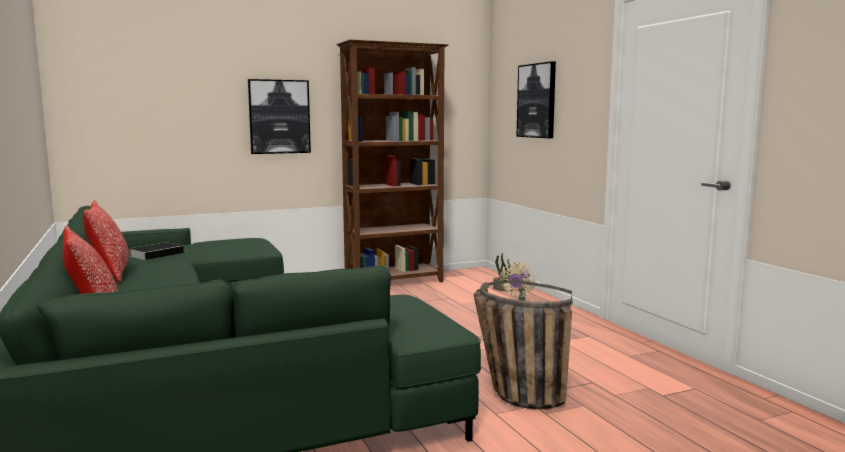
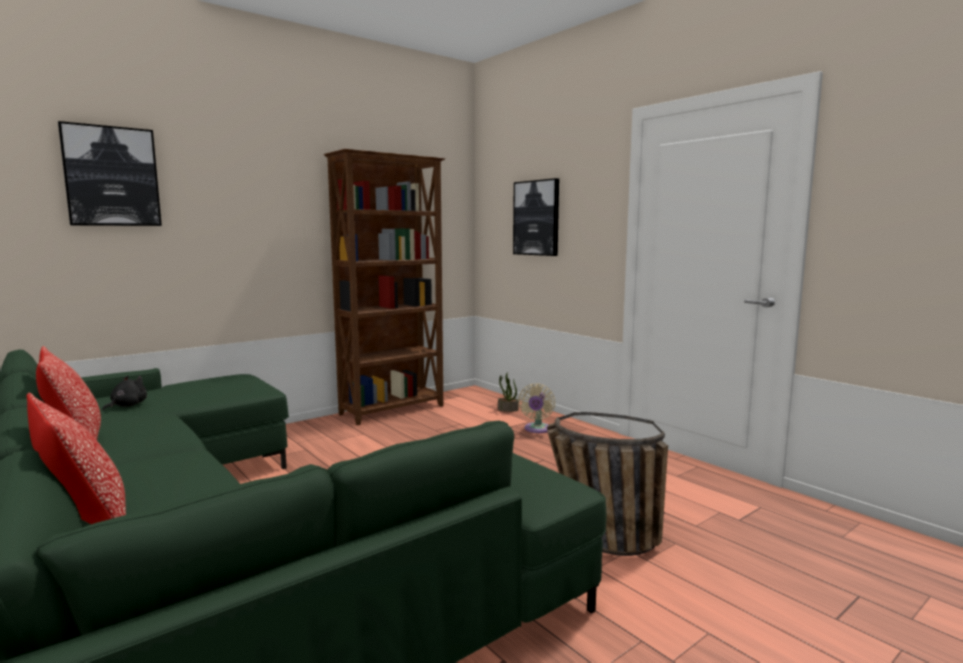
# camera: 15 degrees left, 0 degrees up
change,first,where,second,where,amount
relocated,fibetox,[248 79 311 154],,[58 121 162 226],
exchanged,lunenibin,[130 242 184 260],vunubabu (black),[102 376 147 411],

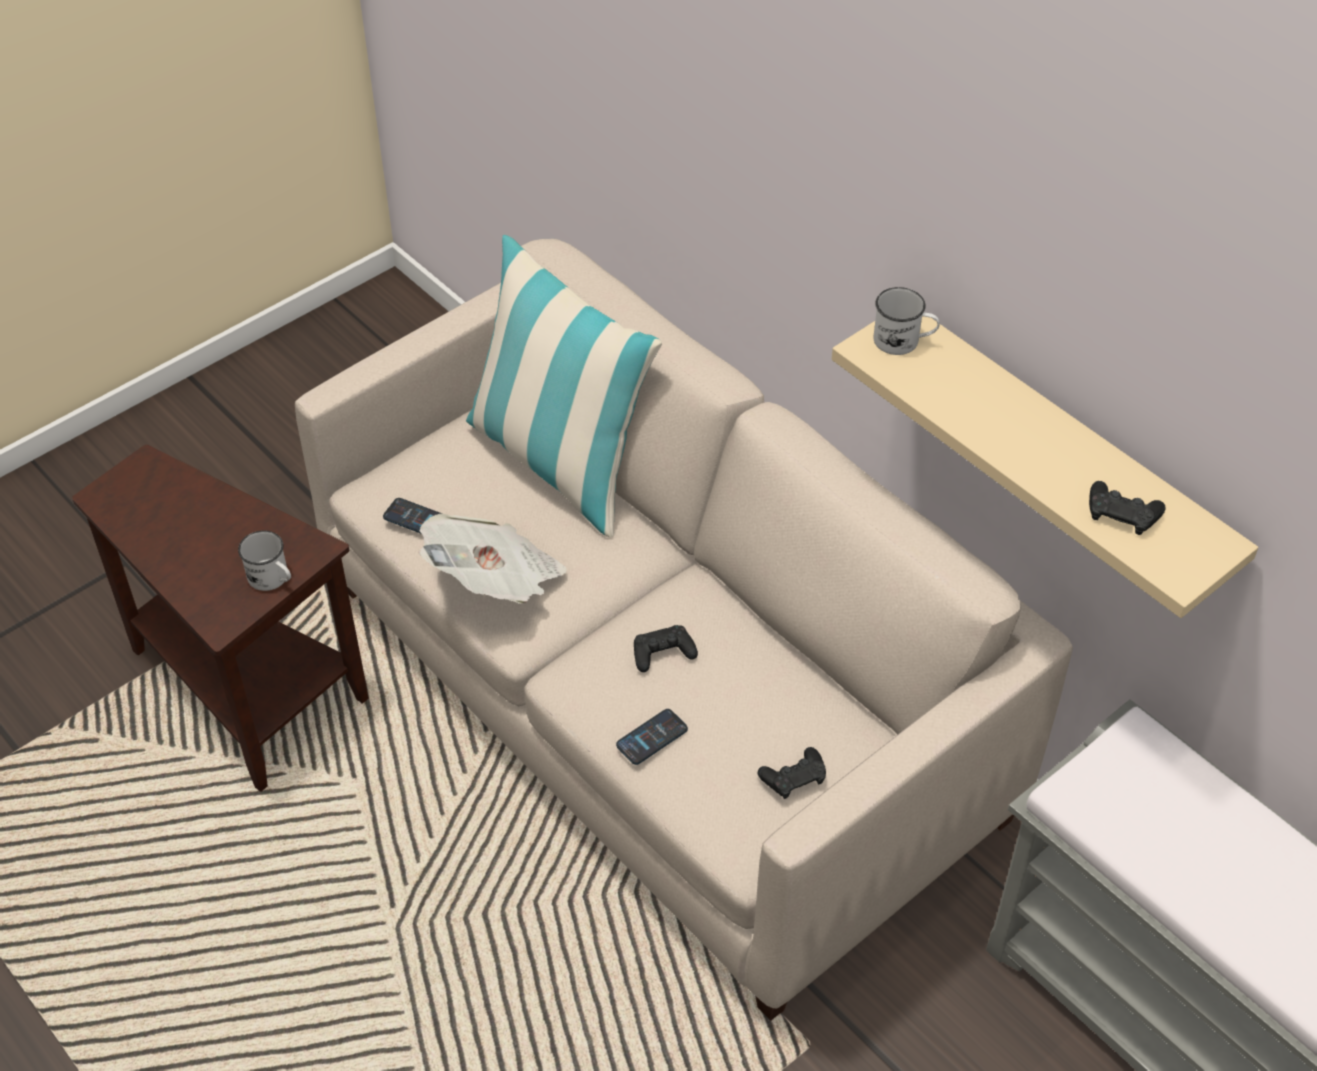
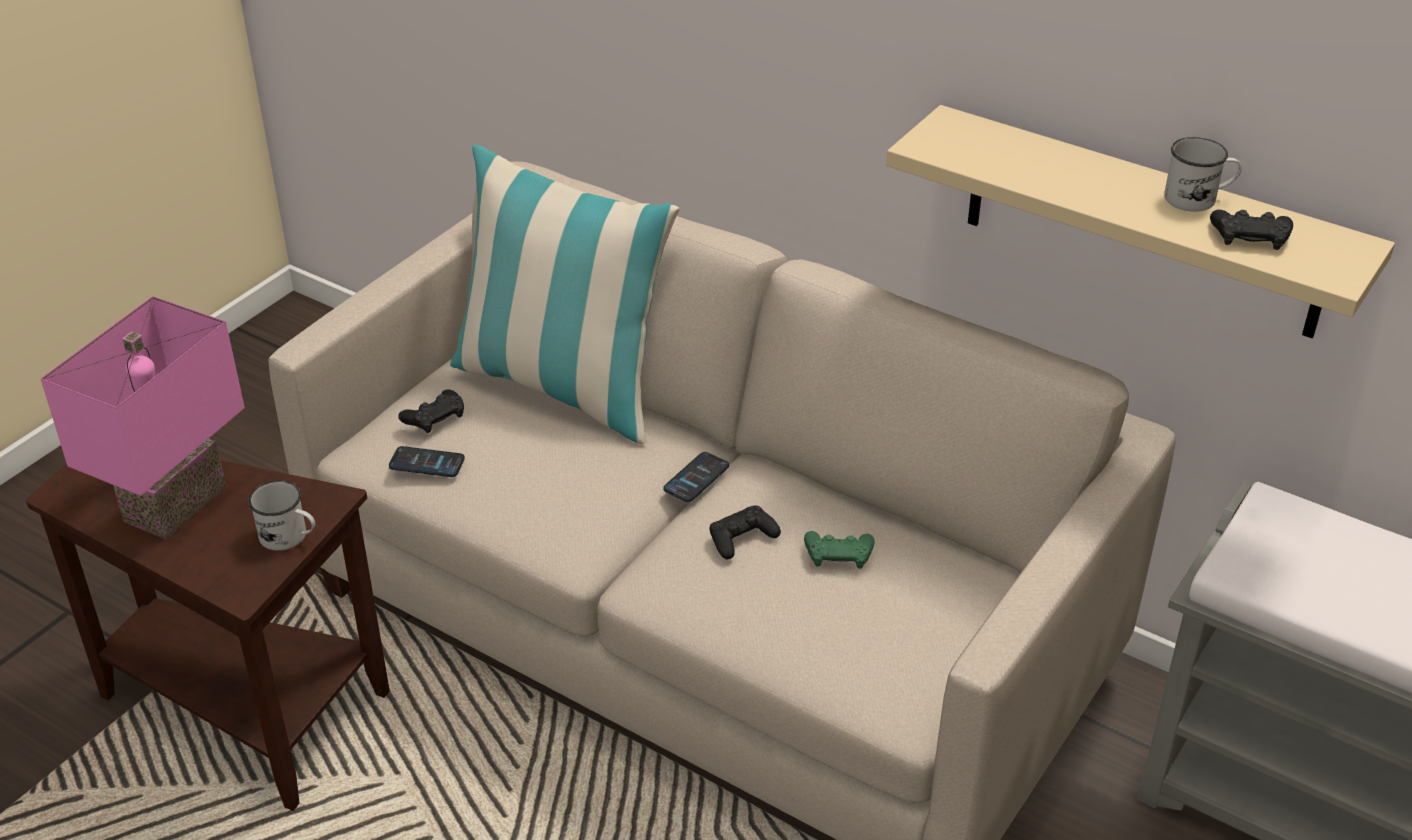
# camera: 15 degrees left, 10 degrees down
change,first,where,second,where,amount
missing,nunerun,[418 514 567 603],,,
appeared,,,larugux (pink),[40 296 245 540],
appeared,,,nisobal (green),[804 531 875 569],
relocated,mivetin,[616 709 688 765],,[664 452 729 502],
relocated,nisobal (black),[758 747 826 799],,[398 389 464 433],
relocated,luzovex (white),[874 287 940 355],,[1164 137 1242 211],

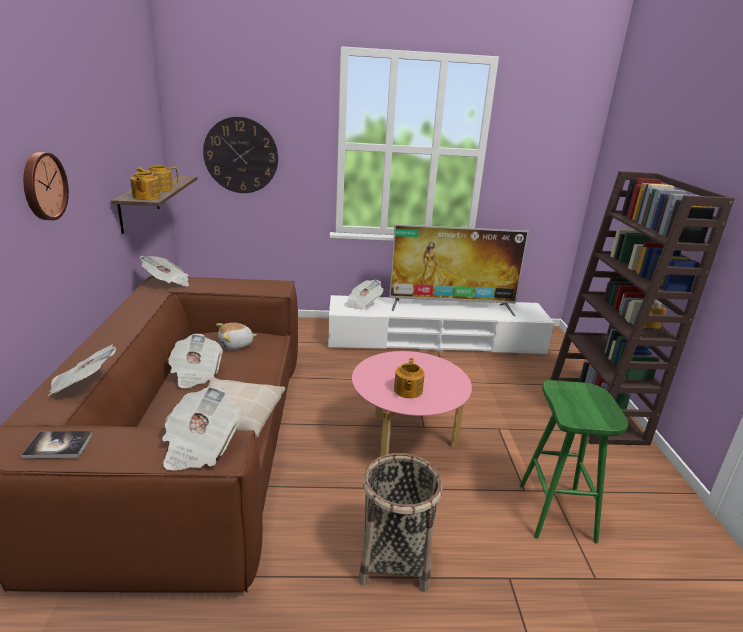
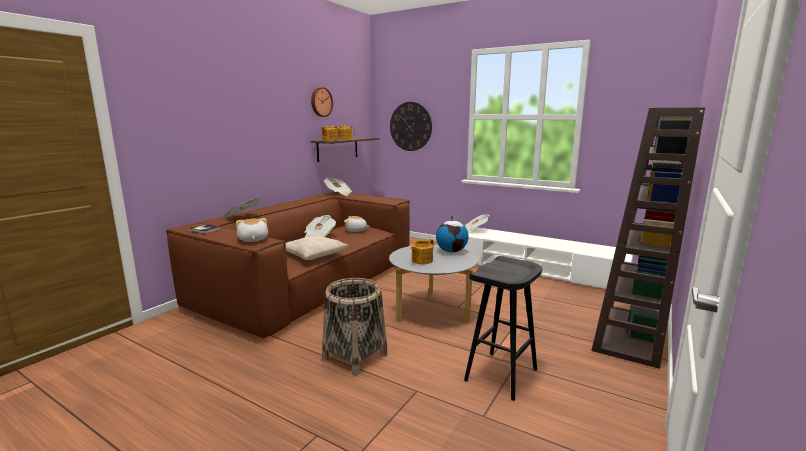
# camera: 35 degrees right, 10 degrees down
change,first,where,second,where,amount
missing,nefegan,[389 224 529 316],,,
appeared,,,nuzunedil,[436 216 469 253],
relocated,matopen,[23 152 69 220],,[311 87 333 117],
exchanged,nunerun,[162 386 242 471],vunubabu,[236 218 268 242],
colour,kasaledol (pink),[352 351 472 457],kasaledol (grey),[389 244 478 323],
colour,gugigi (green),[519 380 628 543],gugigi (black),[464 256 542 401],

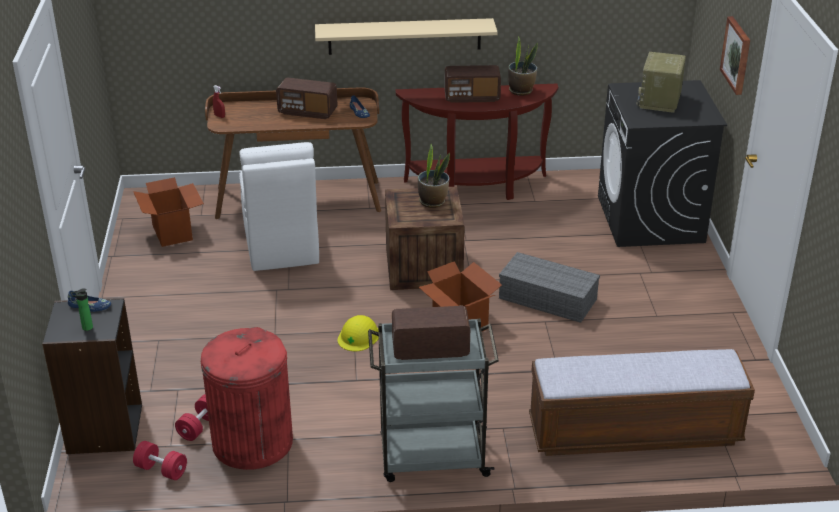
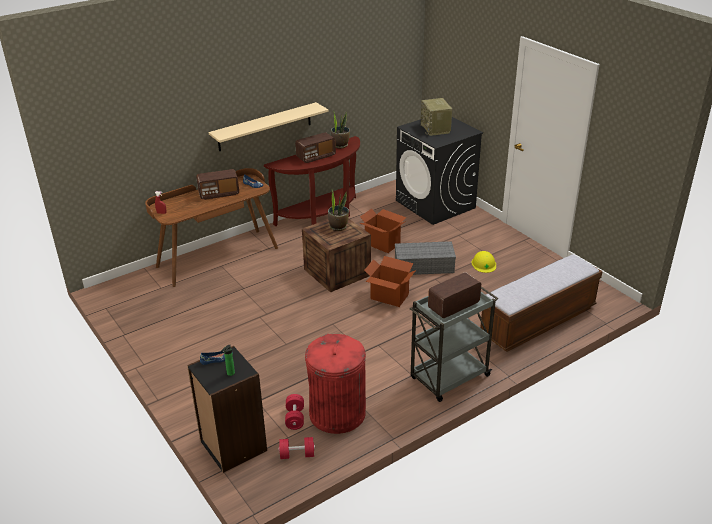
# camera: 30 degrees left, 0 degrees up
change,first,where,second,where,amount
missing,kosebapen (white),[239 142 319 271],,,
missing,fibetox,[720 16 750 95],,,
relocated,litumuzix,[133 177 204 247],,[359 209 406 253],
relocated,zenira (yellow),[338 315 379 351],,[471 251 496 273],

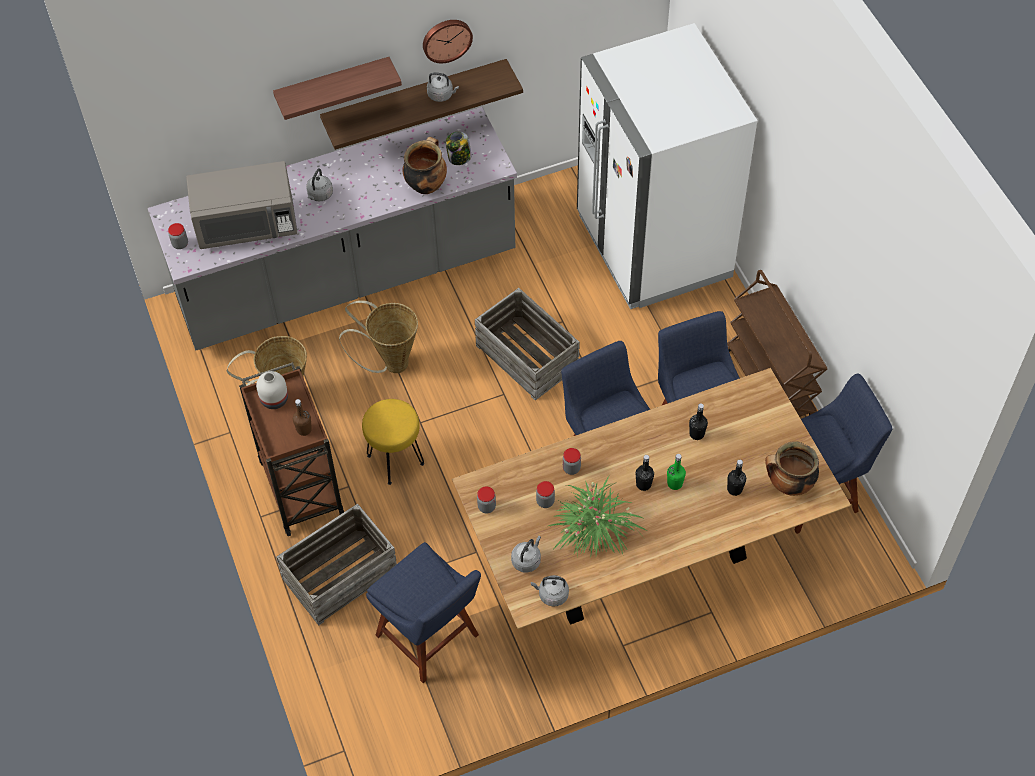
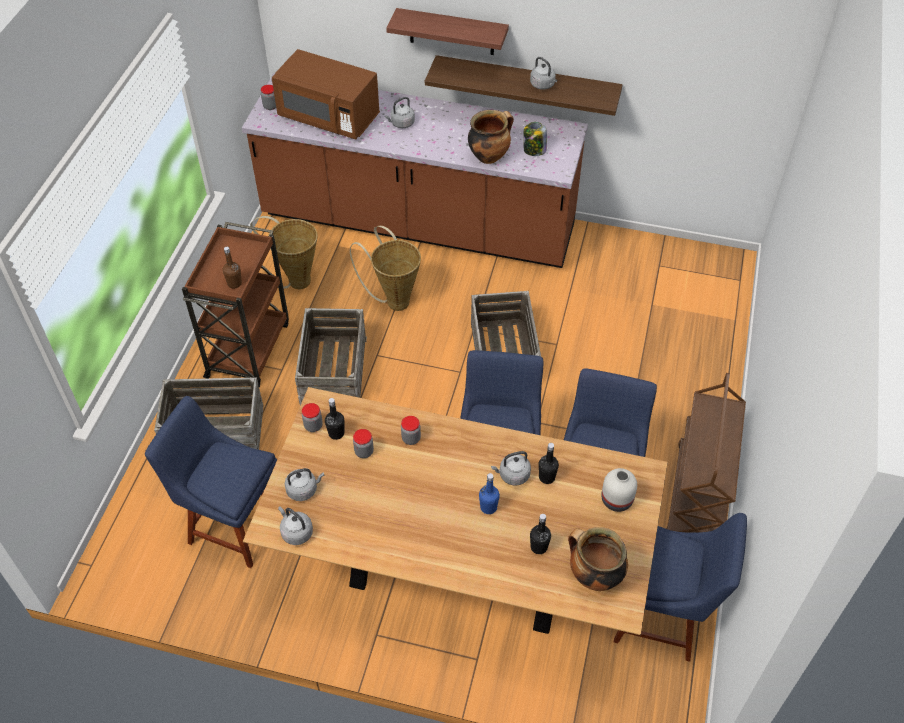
# camera: 35 degrees right, 5 degrees down
change,first,where,second,where,amount
missing,matopen,[423 20 473 63],,,
missing,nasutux,[548 476 647 557],,,
missing,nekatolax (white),[577 23 757 309],,,
appeared,,,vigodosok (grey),[491 451 531 486],
relocated,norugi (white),[256 371 288 409],,[601 468 637 512],
relocated,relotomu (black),[636 455 654 491],,[325 398 344 440],
exchanged,gugigi (yellow),[362 399 424 485],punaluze,[295 308 367 405],
colour,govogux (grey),[148 107 517 350],govogux (brown),[242 73 588 268],
colour,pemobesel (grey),[186 161 297 249],pemobesel (brown),[272 49 380 140],
colour,relotomu (green),[667 454 686 490],relotomu (blue),[479 473 500 514],
spun,kosebapen (blue),[366 542 481 683],,[145 396 277 568],120 degrees clockwise

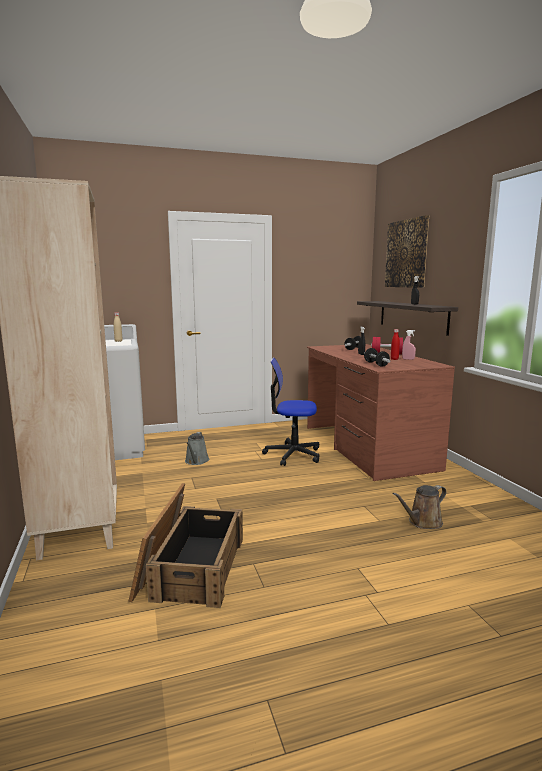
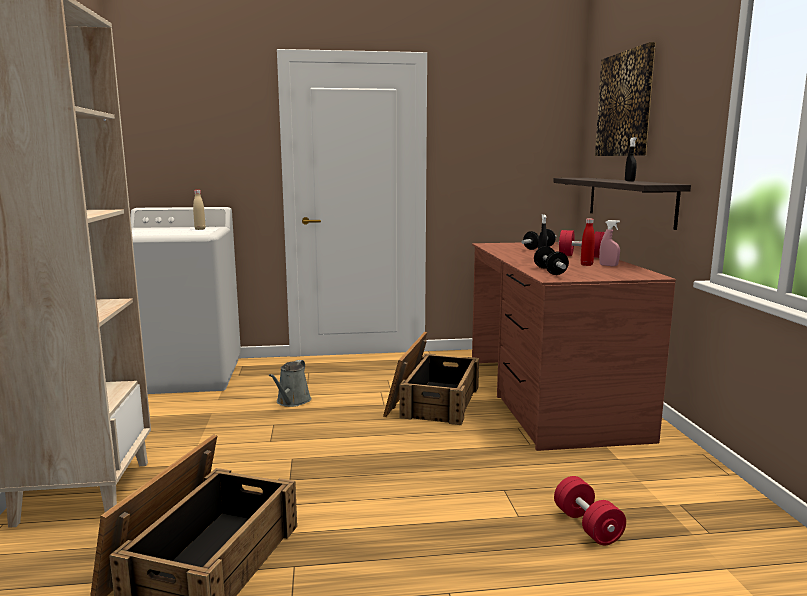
# camera: 10 degrees right, 0 degrees up
change,first,where,second,where,amount
exchanged,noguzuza,[262 357 319 466],punaluze,[383 332 479 425],
exchanged,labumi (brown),[393 485 446 529],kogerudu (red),[554 476 626 545],

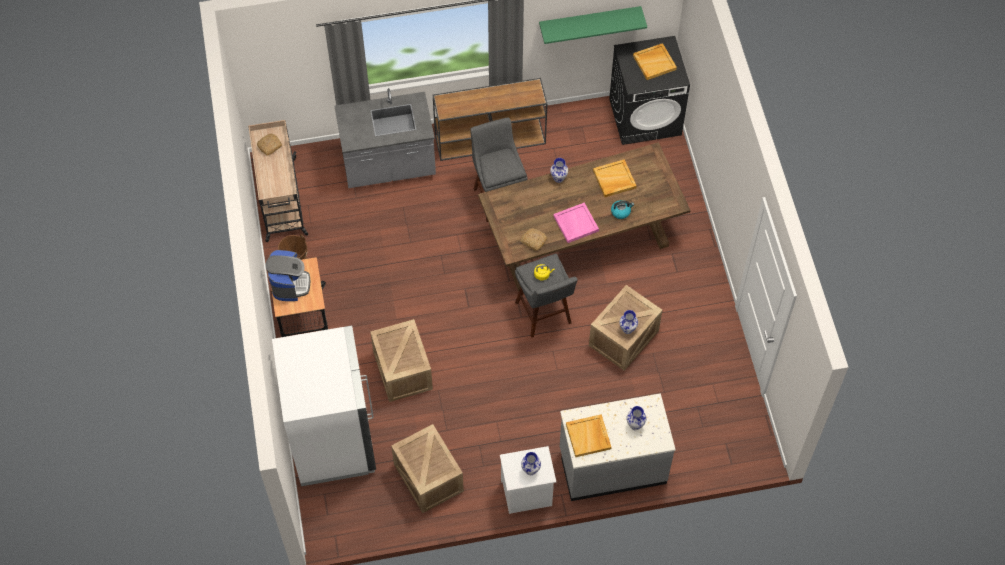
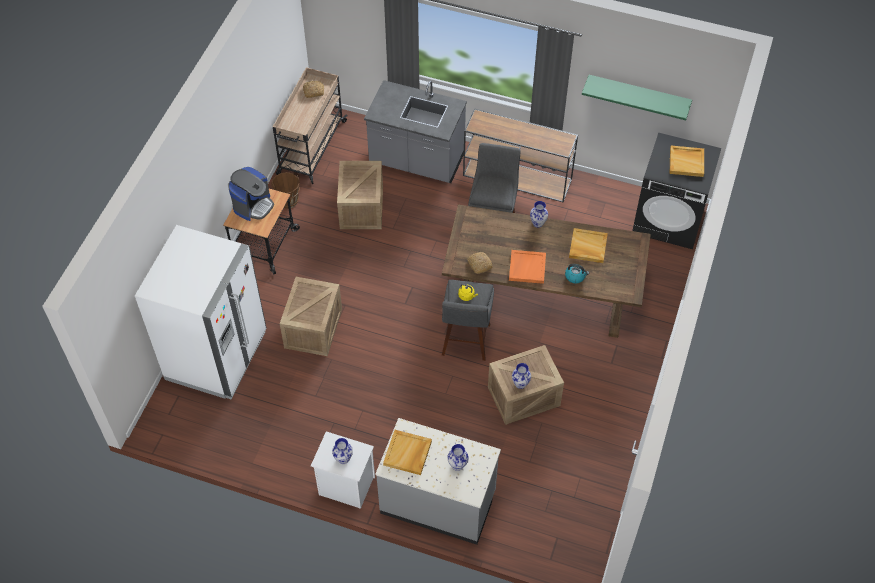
# camera: 30 degrees right, 5 degrees down
change,first,where,second,where,amount
relocated,punaluze,[391 424 464 513],,[337 161 383 229],
colour,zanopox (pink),[554 203 599 243],zanopox (orange),[509 250 546 284],

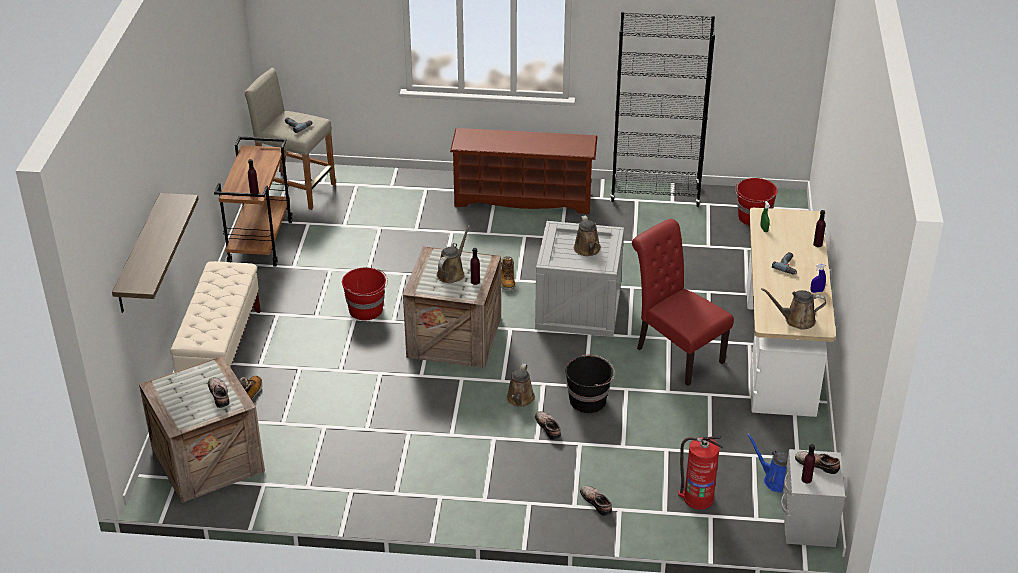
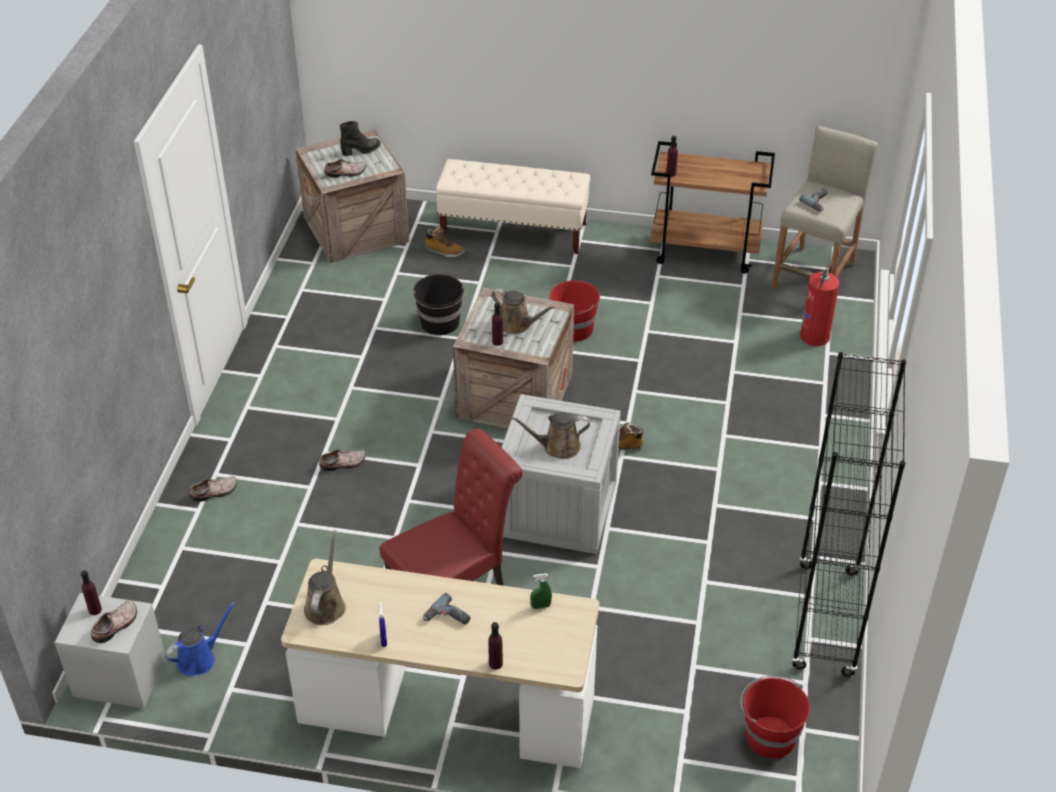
# camera: 95 degrees right, 5 degrees up
change,first,where,second,where,amount
missing,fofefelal,[112 193 199 313],,,
missing,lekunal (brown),[450 128 598 214],,,
missing,labumi (brown),[506 364 535 407],,,
appeared,,,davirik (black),[340 121 381 156],
relocated,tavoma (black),[566 354 615 413],,[413 274 465 335],
relocated,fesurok,[679 436 724 510],,[800 264 839 346],

